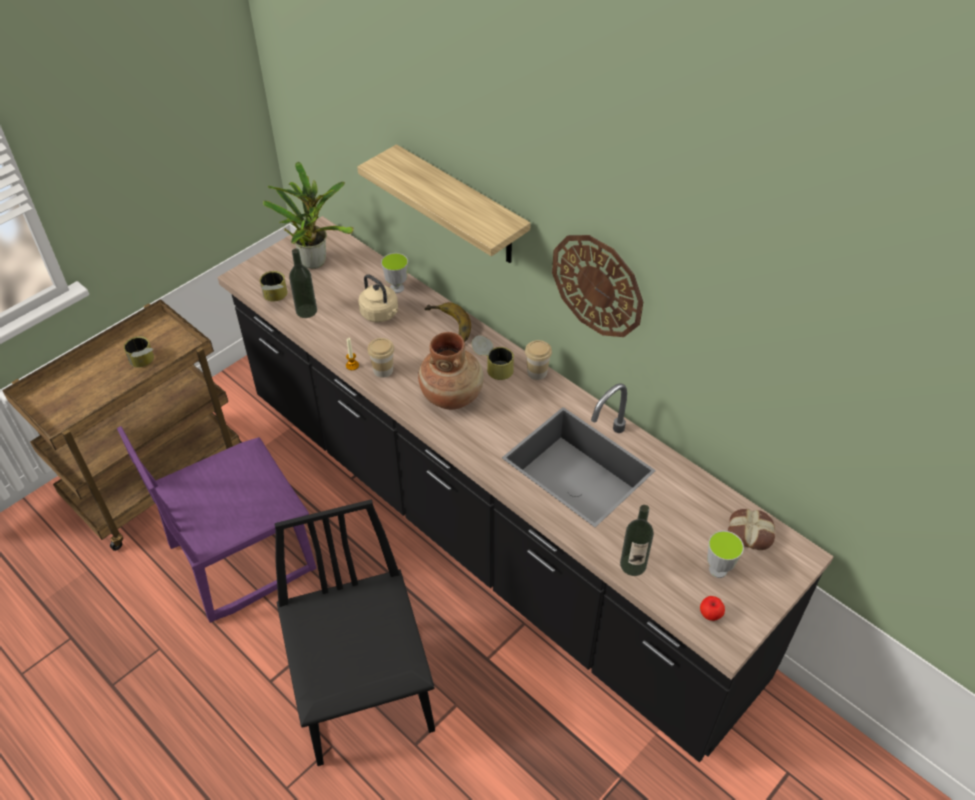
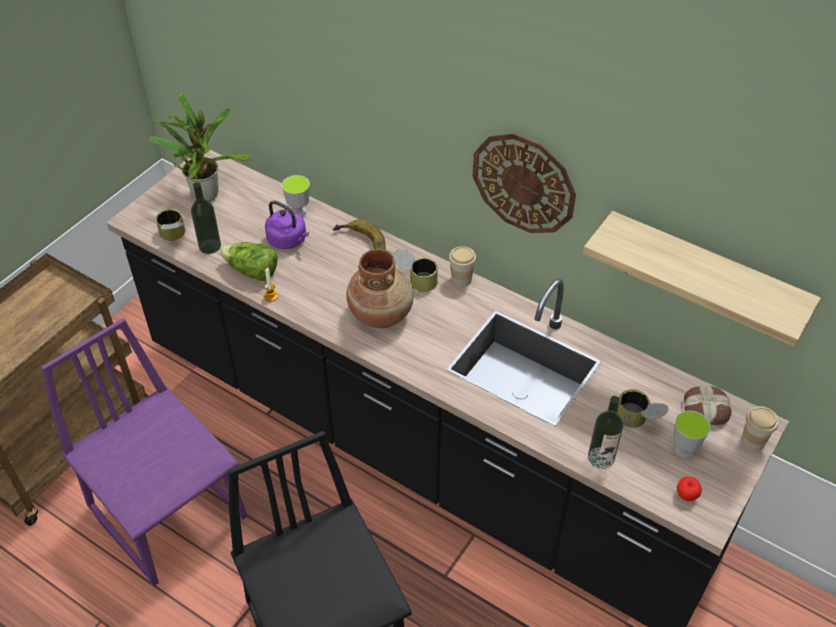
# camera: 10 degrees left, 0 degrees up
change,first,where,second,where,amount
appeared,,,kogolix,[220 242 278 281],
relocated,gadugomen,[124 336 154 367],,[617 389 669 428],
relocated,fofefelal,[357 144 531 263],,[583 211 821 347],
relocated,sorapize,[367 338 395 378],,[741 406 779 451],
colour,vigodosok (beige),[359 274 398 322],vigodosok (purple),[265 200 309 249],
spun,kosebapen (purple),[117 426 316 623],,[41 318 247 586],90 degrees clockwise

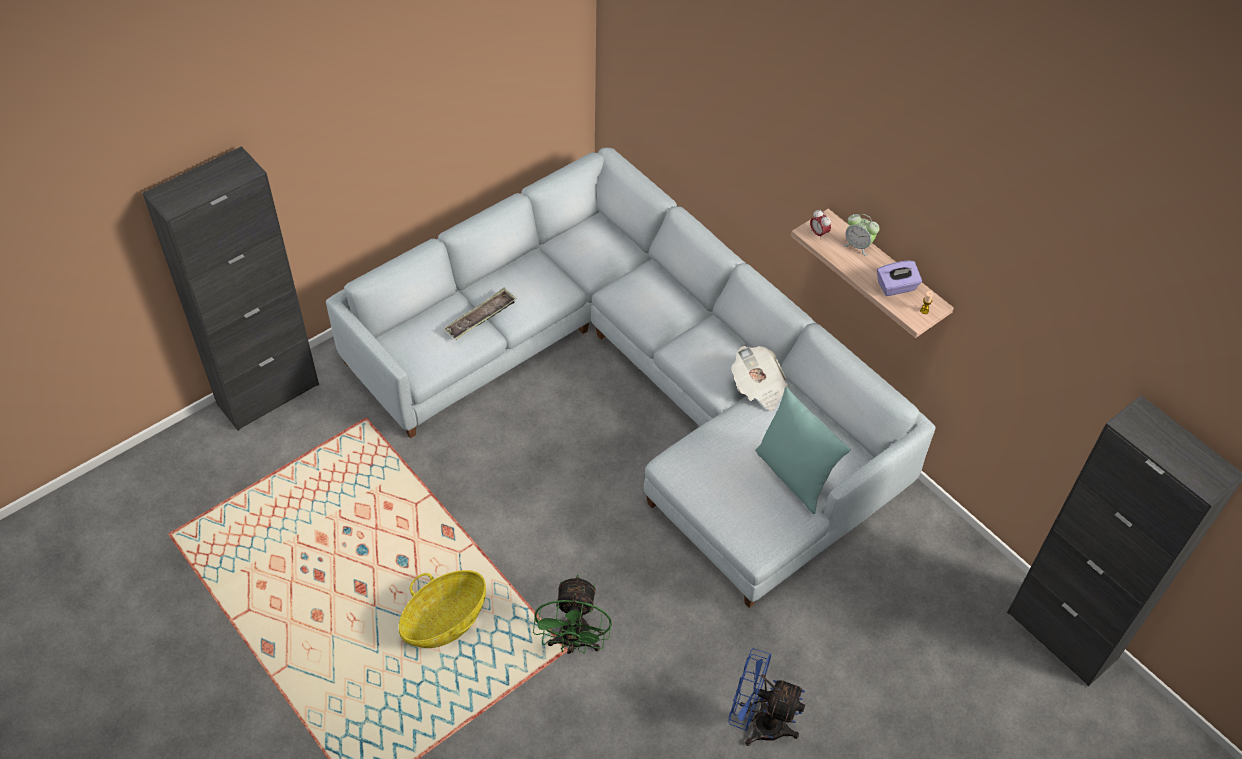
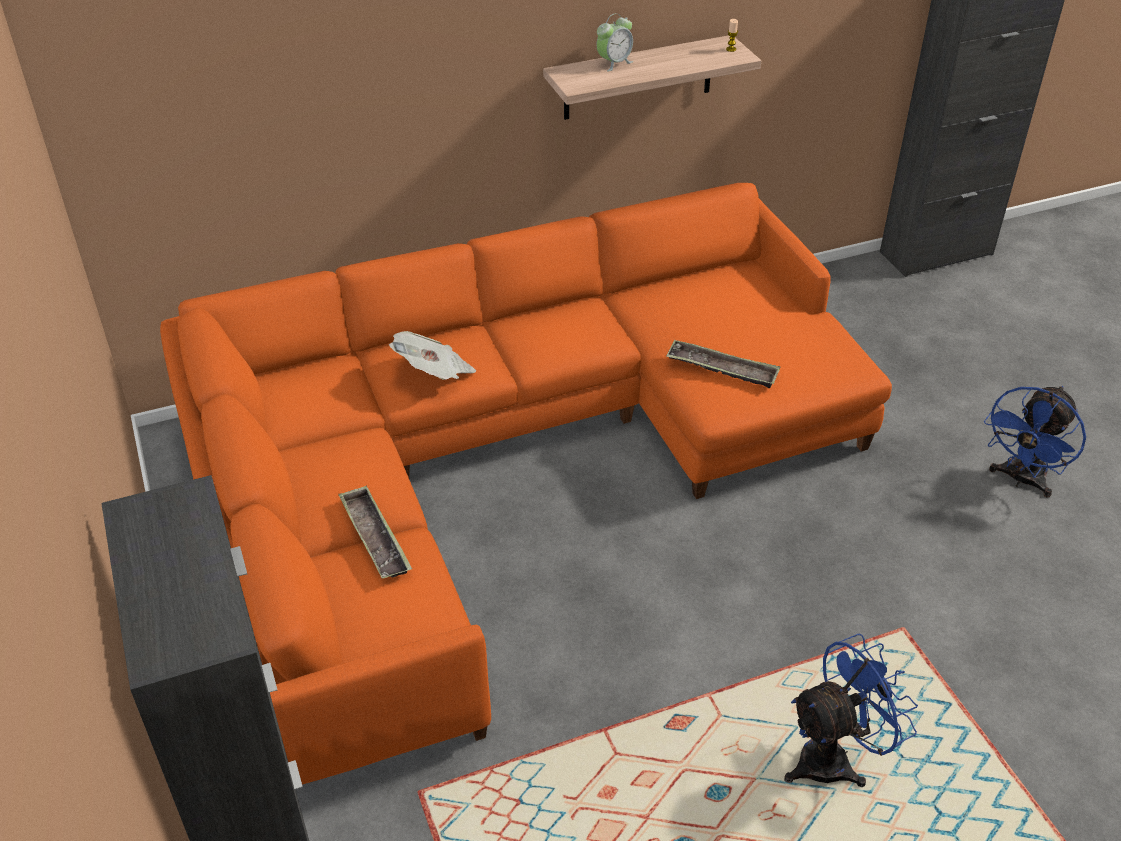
# camera: 70 degrees left, 10 degrees down
change,first,where,second,where,amount
missing,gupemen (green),[533 575 612 654],,,
missing,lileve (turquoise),[756 386 851 514],,,
missing,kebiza,[810 209 831 240],,,
missing,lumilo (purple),[877 261 922 296],,,
appeared,,,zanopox,[666 340 781 388],
relocated,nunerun,[731 346 789 410],,[389 331 476 380],
exchanged,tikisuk,[399 570 486 648],gupemen (blue),[784 633 918 787],
colour,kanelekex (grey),[326 148 936 608],kanelekex (orange),[160 183 892 785],

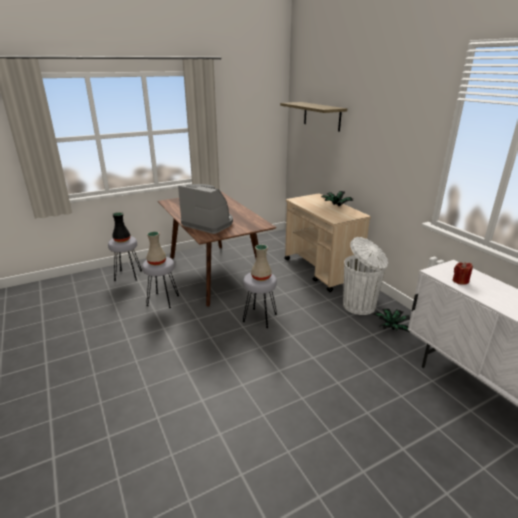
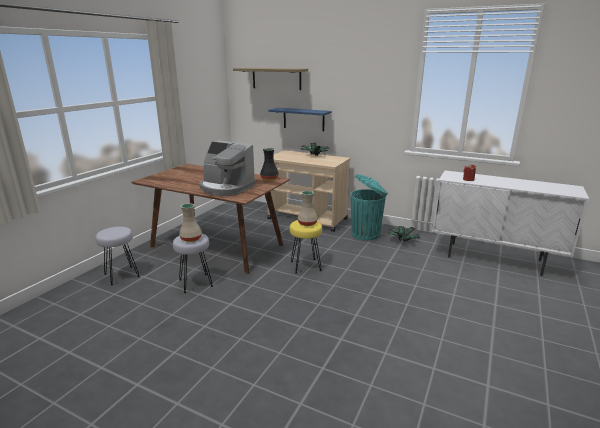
# camera: 35 degrees left, 5 degrees down
change,first,where,second,where,amount
appeared,,,fofefelal (blue),[268 108 332 131],
relocated,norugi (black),[112 212 130 242],,[260 148 279 180],
colour,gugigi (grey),[243 272 277 328],gugigi (yellow),[290 220 322 274],
colour,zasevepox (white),[343 237 388 315],zasevepox (turquoise),[351 174 388 241],
spun,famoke,[178 184 233 234],,[200 141 256 196],150 degrees counterclockwise

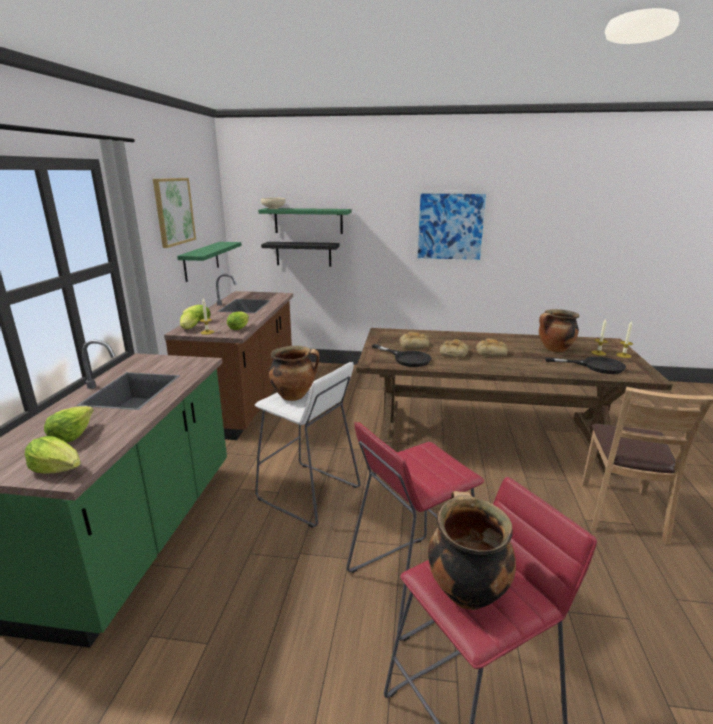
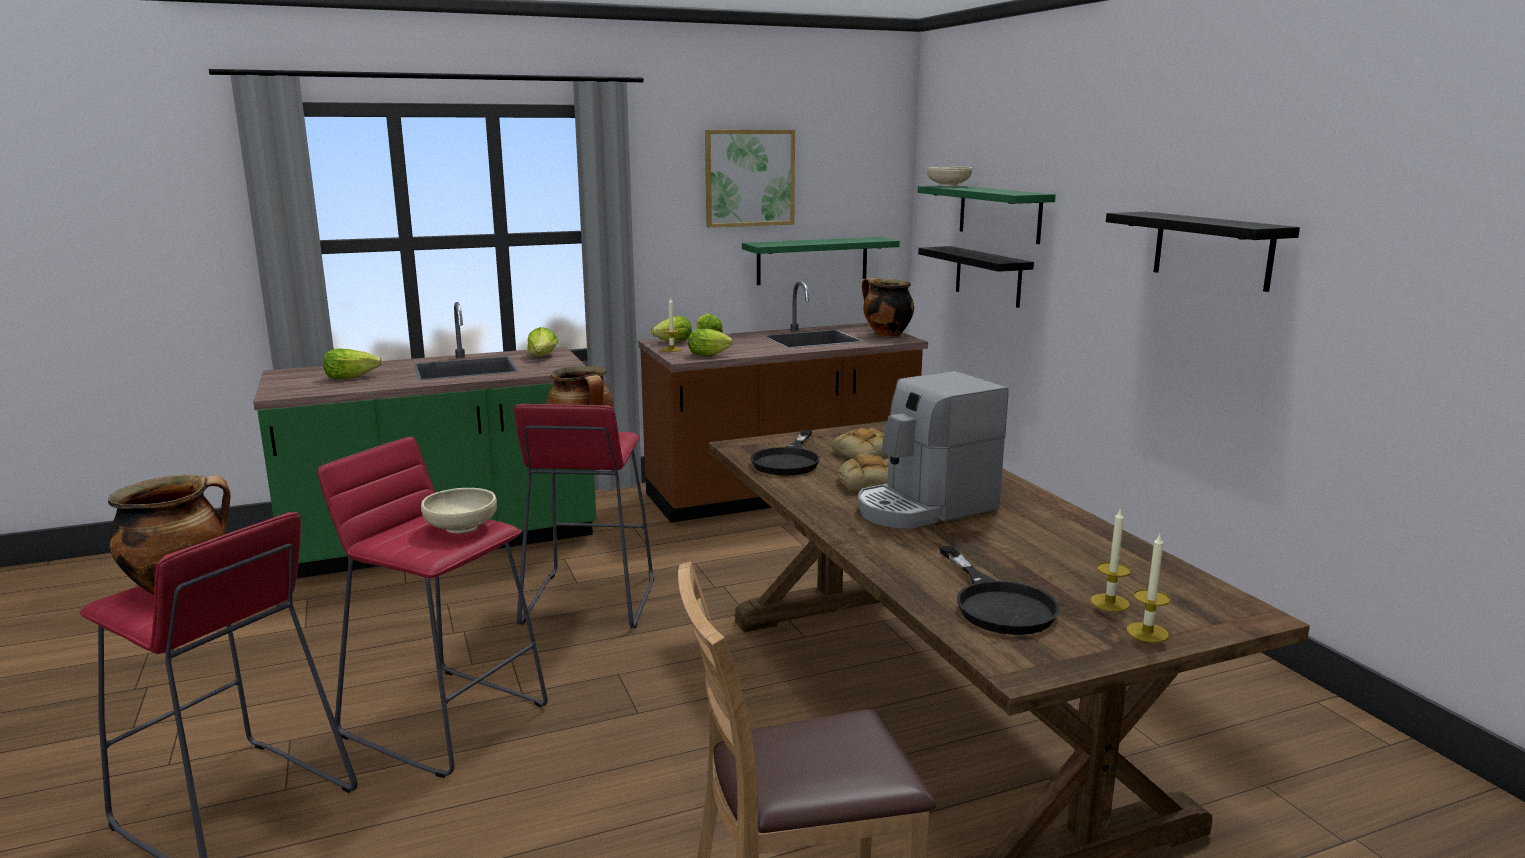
# camera: 60 degrees right, 5 degrees down
change,first,where,second,where,amount
appeared,,,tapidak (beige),[421 488 497 534],
relocated,kogolix,[25 436 81 474],,[528 327 558 356],
relocated,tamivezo,[539 309 579 352],,[862 278 914 337],
exchanged,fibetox,[415 191 489 262],fofefelal (black),[1106 212 1300 292],
exchanged,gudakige,[476 338 508 356],famoke,[858 371 1009 529],
colour,gugigi (white),[255 362 361 528],gugigi (red),[514 404 654 628],

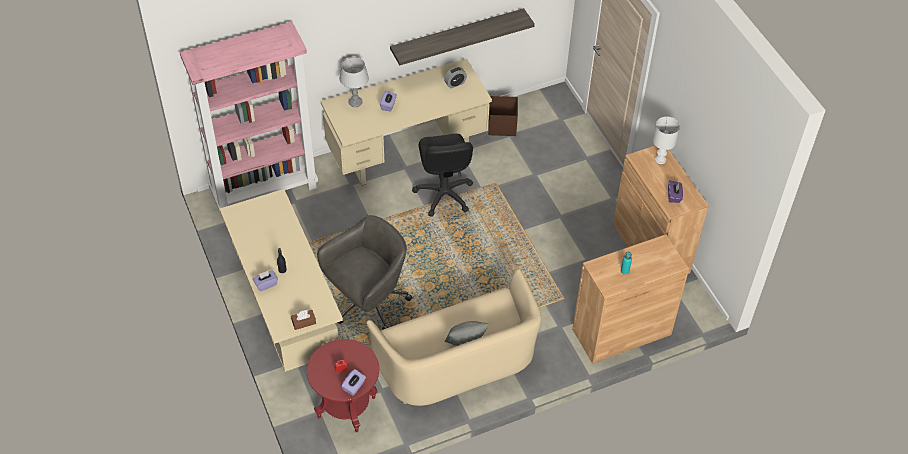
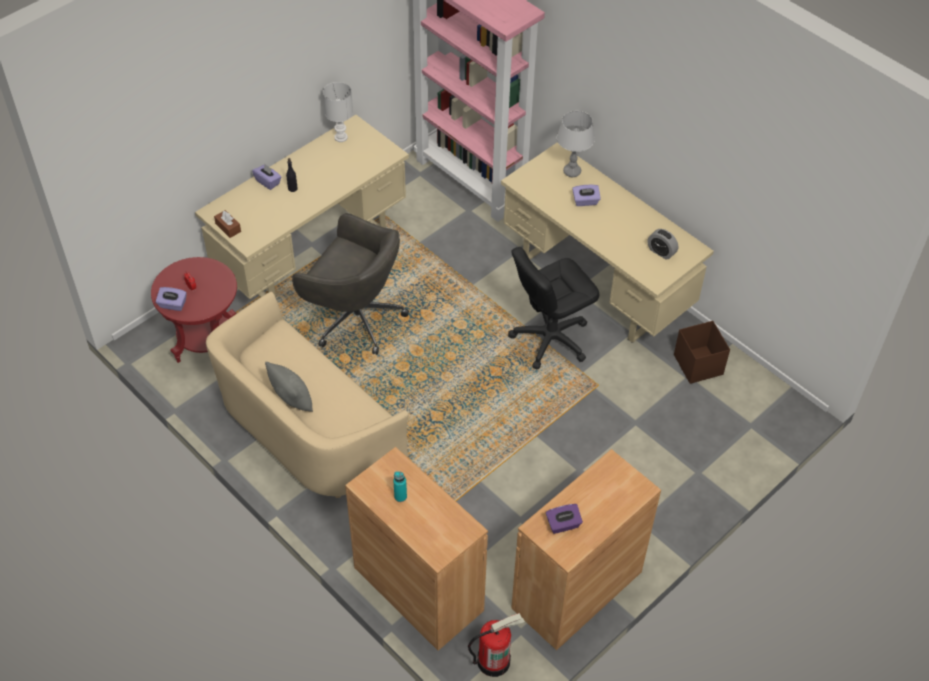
# camera: 70 degrees right, 0 degrees up
change,first,where,second,where,amount
missing,fofefelal,[390 8 535 65],,,
appeared,,,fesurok,[468 613 525 677],
relocated,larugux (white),[653 117 680 164],,[323 82 353 142],

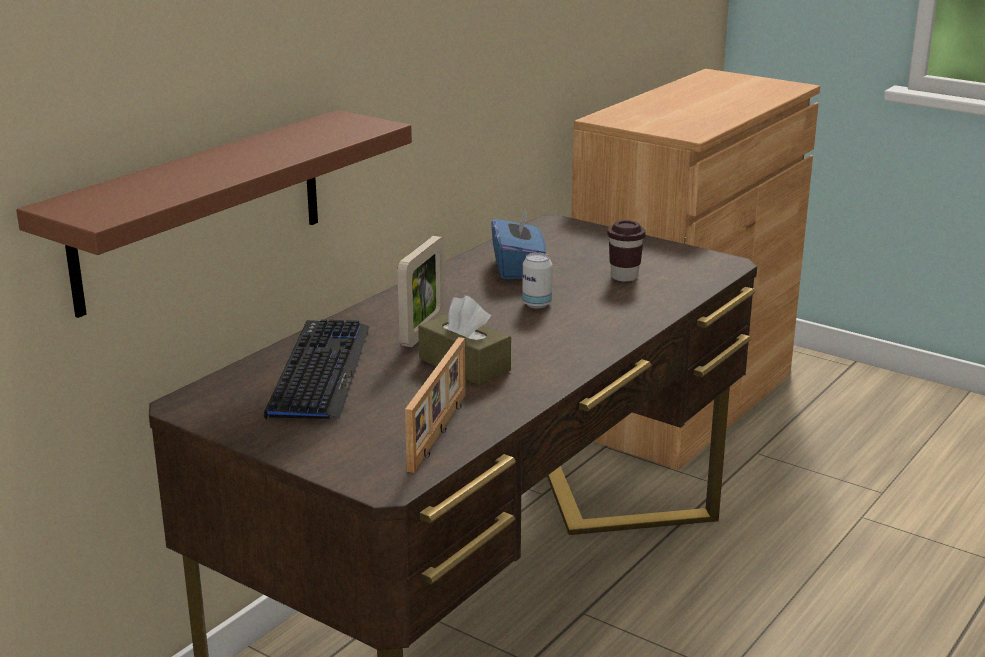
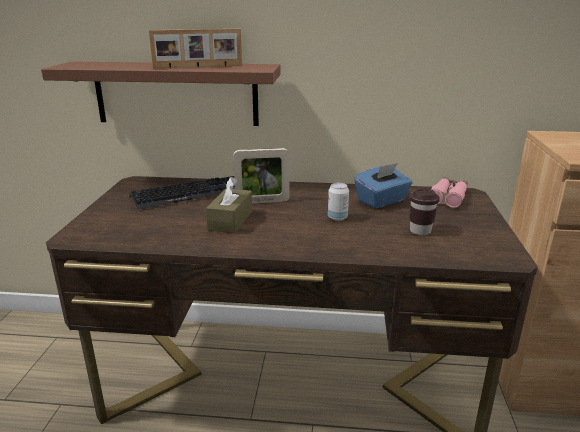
# camera: 60 degrees right, 0 degrees up
change,first,where,second,where,amount
appeared,,,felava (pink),[431 177 468 208],
relocated,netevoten,[405 337 466 473],,[149 29 242 69],

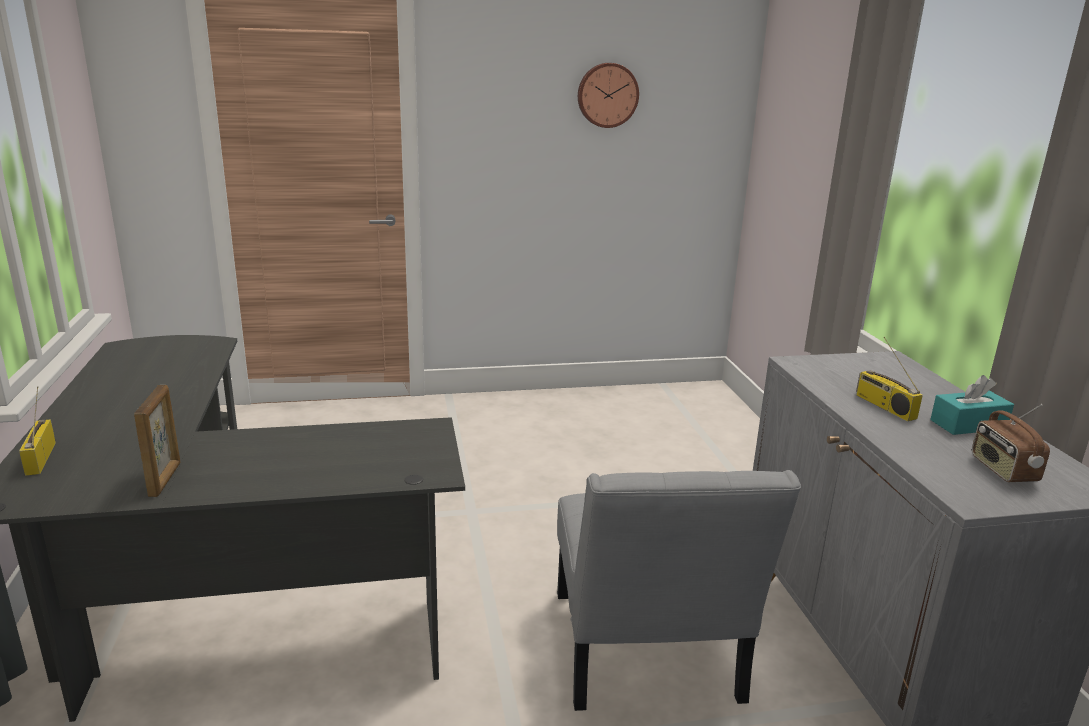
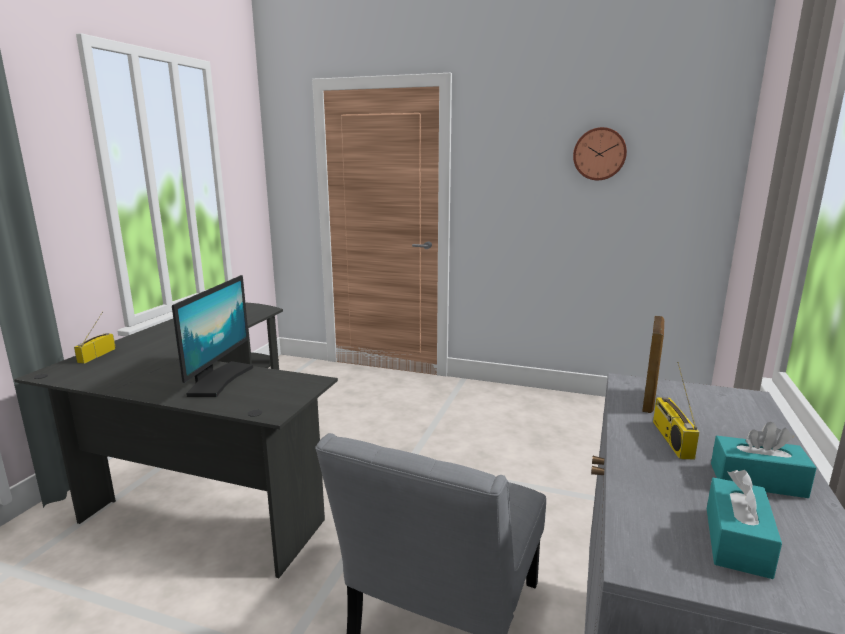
# camera: 30 degrees right, 5 degrees down
change,first,where,second,where,amount
appeared,,,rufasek,[172 275 253 397],
relocated,netevoten,[134 385 180 497],,[642 316 664 413],
exchanged,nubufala,[972 404 1050 482],lumilo (turquoise),[707 470 782 579],

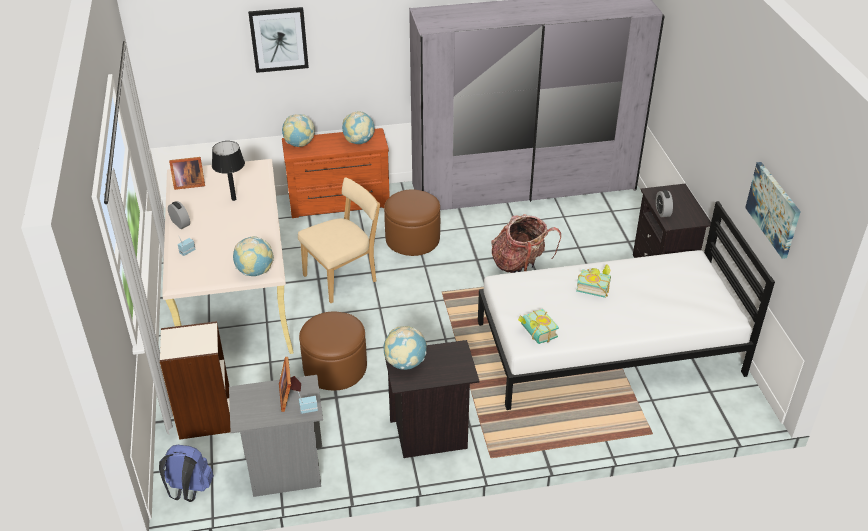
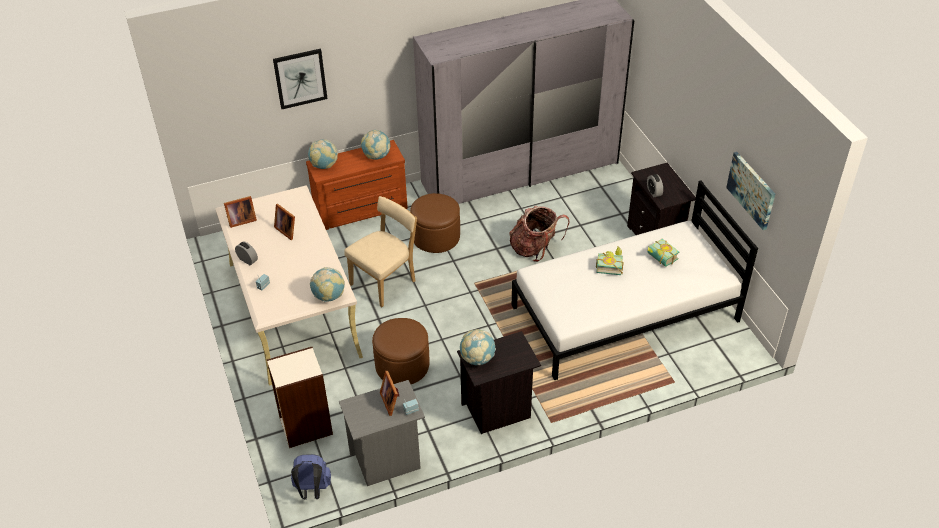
# camera: 10 degrees left, 5 degrees up
change,first,where,second,where,amount
relocated,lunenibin,[518 309 559 344],,[647 239 679 267],
exchanged,larugux (black),[212 141 245 201],netevoten,[274 204 295 240],

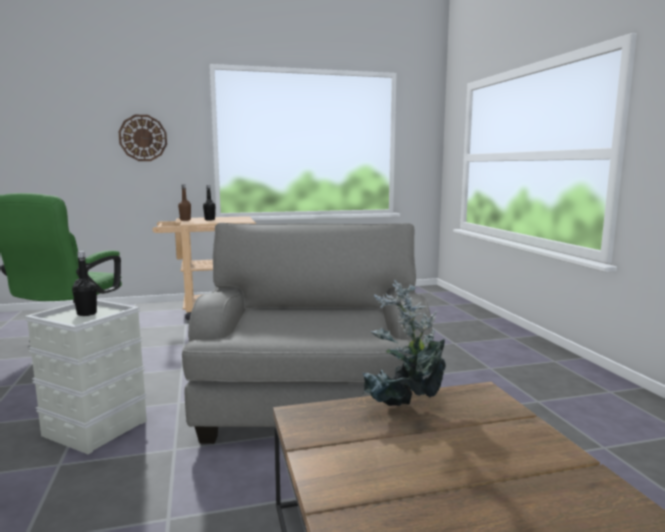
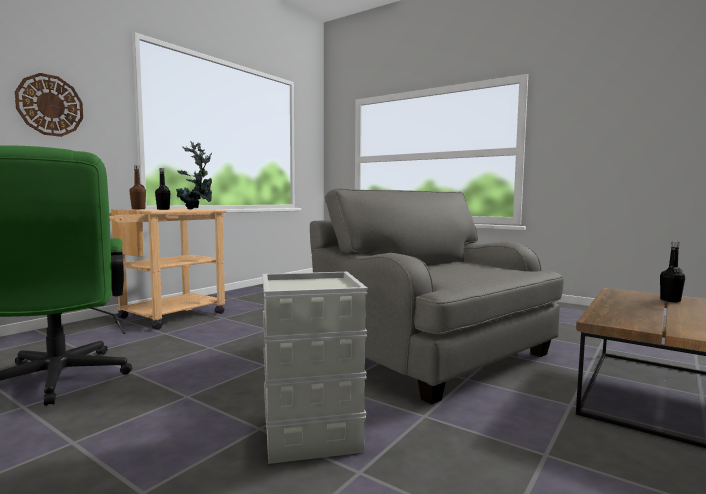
# camera: 40 degrees left, 5 degrees down
change,first,where,second,where,amount
relocated,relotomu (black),[72 251 97 316],,[660 241 685 302],
relocated,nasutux,[361 280 446 406],,[176 141 212 209],

